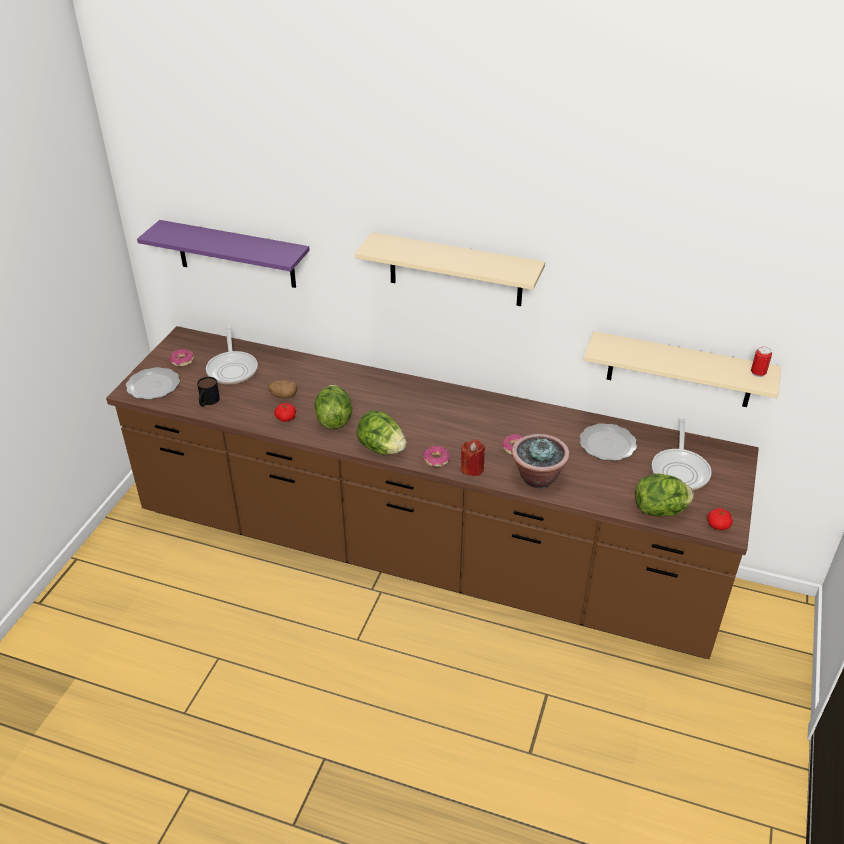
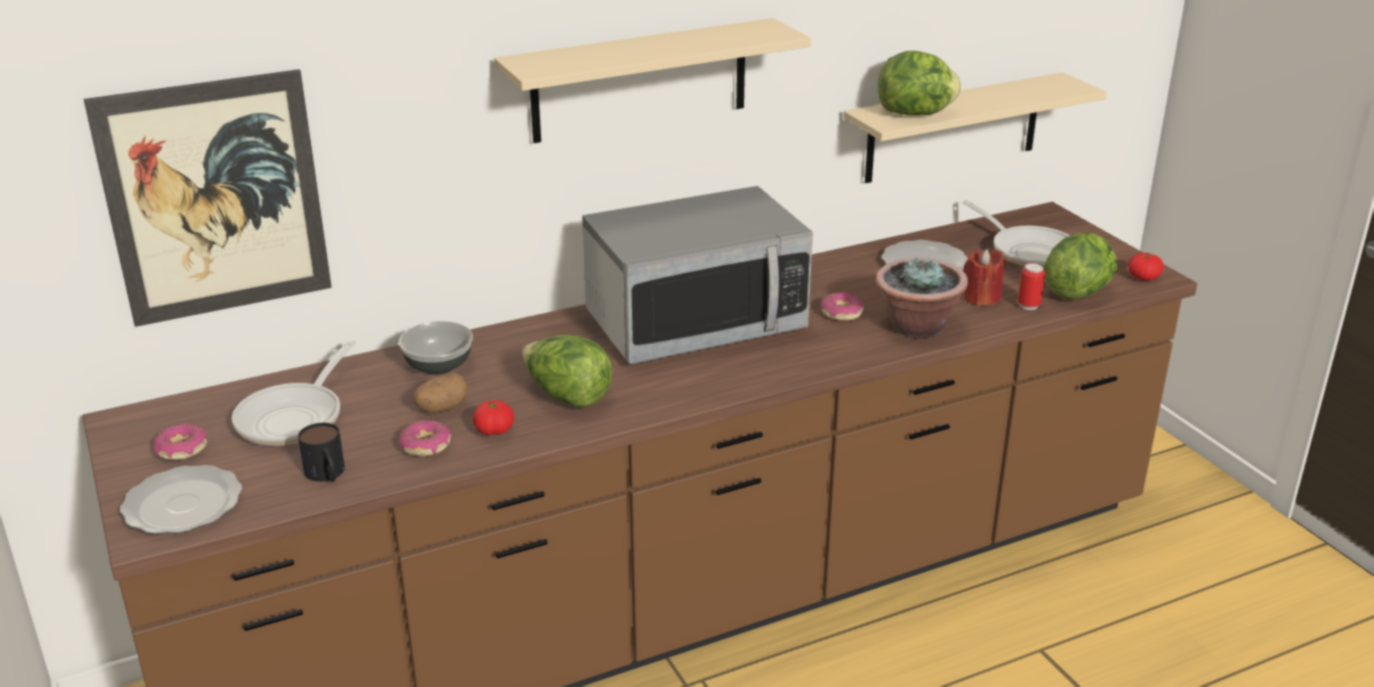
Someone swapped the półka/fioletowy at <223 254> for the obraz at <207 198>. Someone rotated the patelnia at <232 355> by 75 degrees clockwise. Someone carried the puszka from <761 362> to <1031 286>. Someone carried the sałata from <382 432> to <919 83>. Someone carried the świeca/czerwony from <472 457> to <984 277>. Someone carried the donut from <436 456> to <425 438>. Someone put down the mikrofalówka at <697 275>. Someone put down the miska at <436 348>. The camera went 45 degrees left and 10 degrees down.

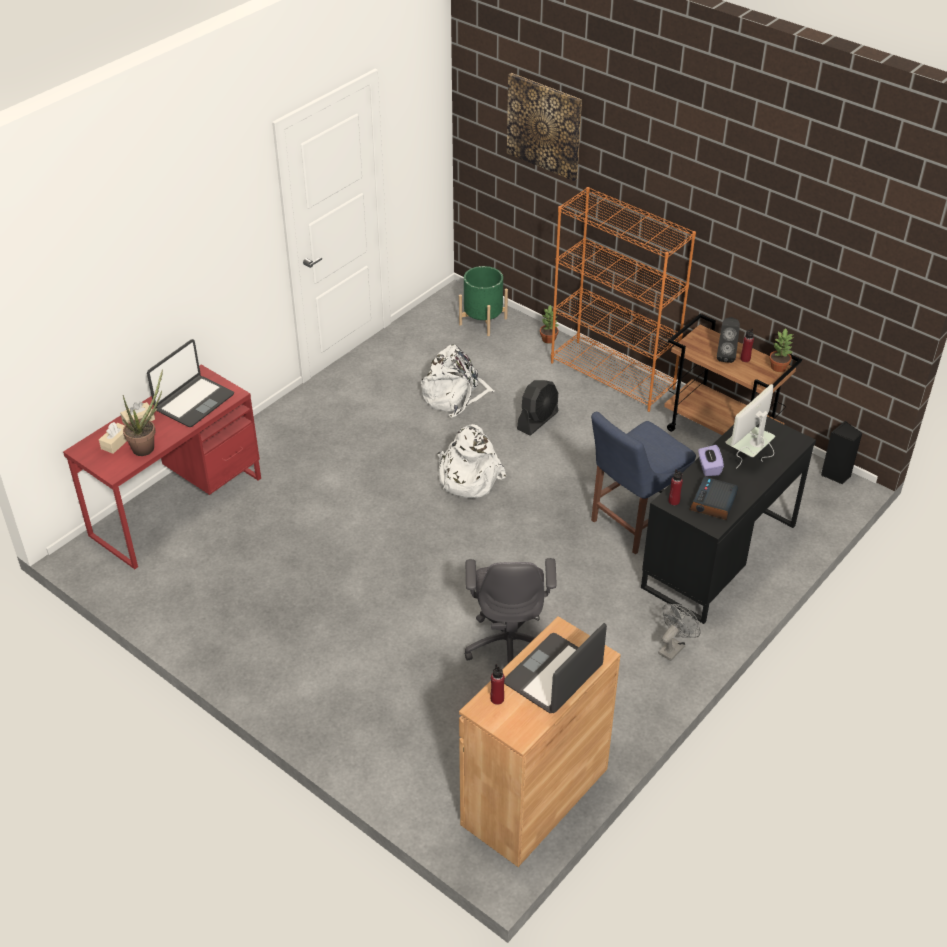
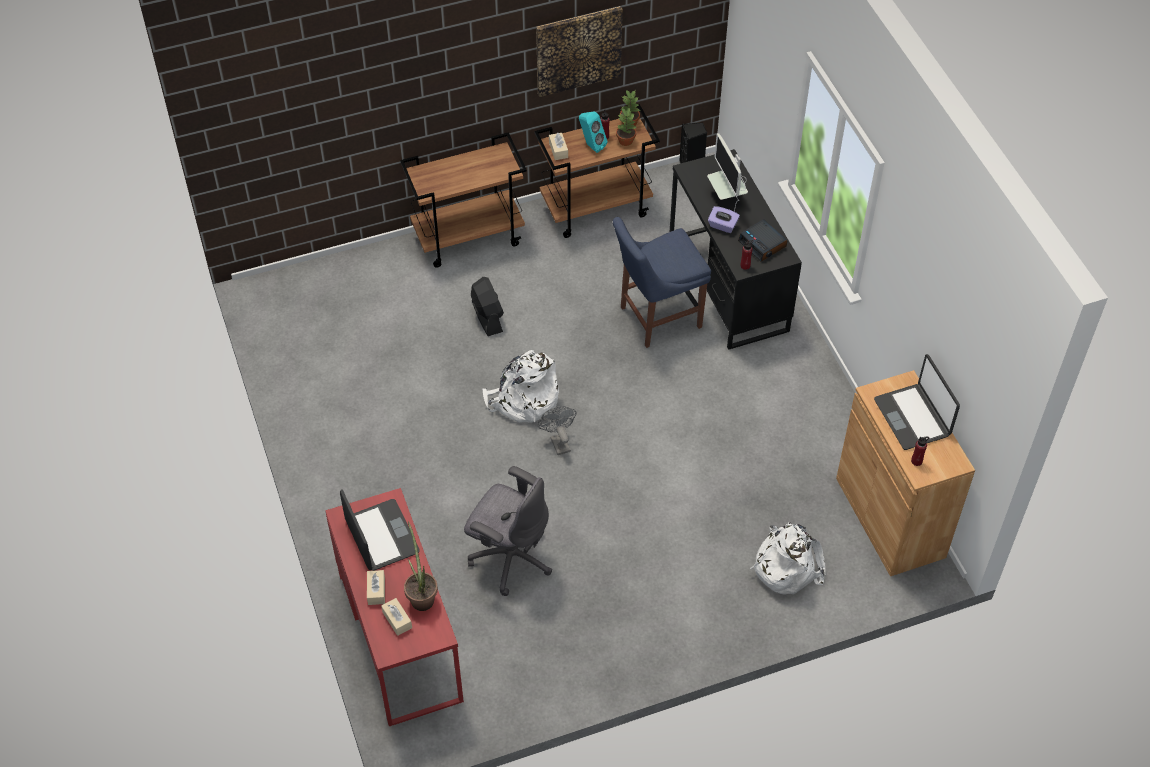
Someone carried the obraz from <544 127> to <579 51>. Someone swapped the regał/pomarańczowy at <623 299> for the wózek/brązowy at <463 200>. Someone took away the donica/zielony at <483 301>. Someone carried the roślina doniczkowa from <549 324> to <626 127>. Someone repainted the głośnik/czarny at <728 340>, which became the głośnik/turkusowy at <593 132>. Someone carried the plecak/biały from <457 381> to <787 558>. Someone rotated the krzesło/niebieski at <643 483> by 75 degrees clockwise. Someone carried the krzesło biurowe/szary from <510 611> to <508 531>. Someone carried the wentylator/szary from <679 632> to <557 430>. Someone put down the pudełko chusteczek/beżowy at <558 146>. The camera went 60 degrees left and 10 degrees up.

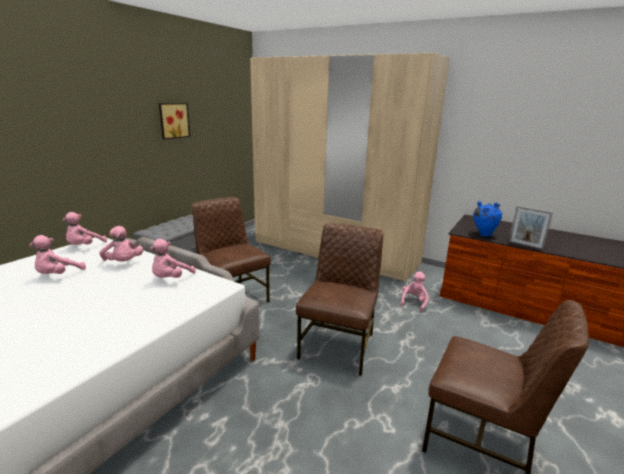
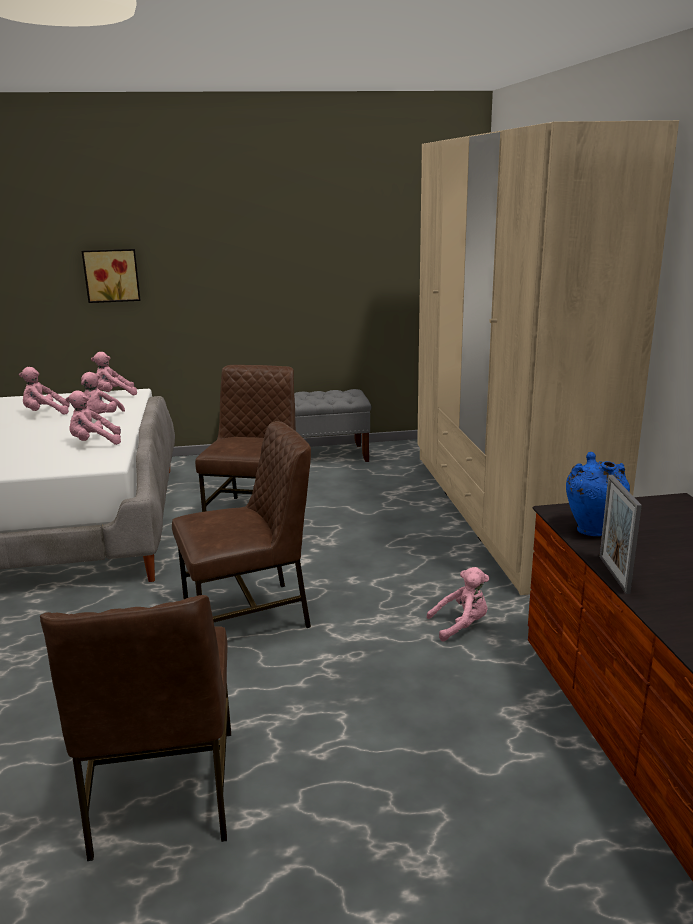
Someone carried the obraz from <174 121> to <111 276>. The camera went 50 degrees right and 0 degrees up.

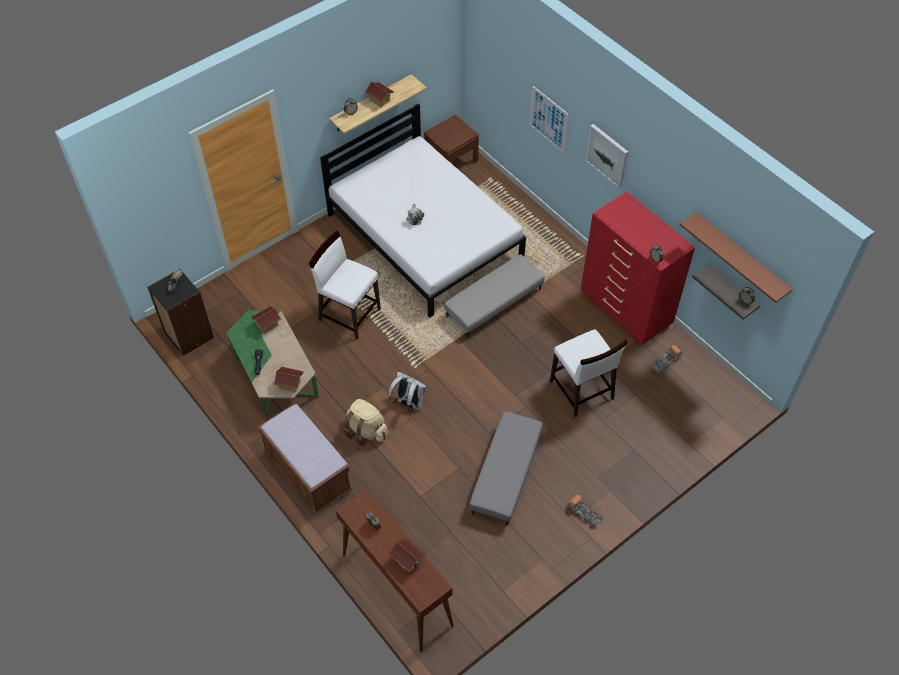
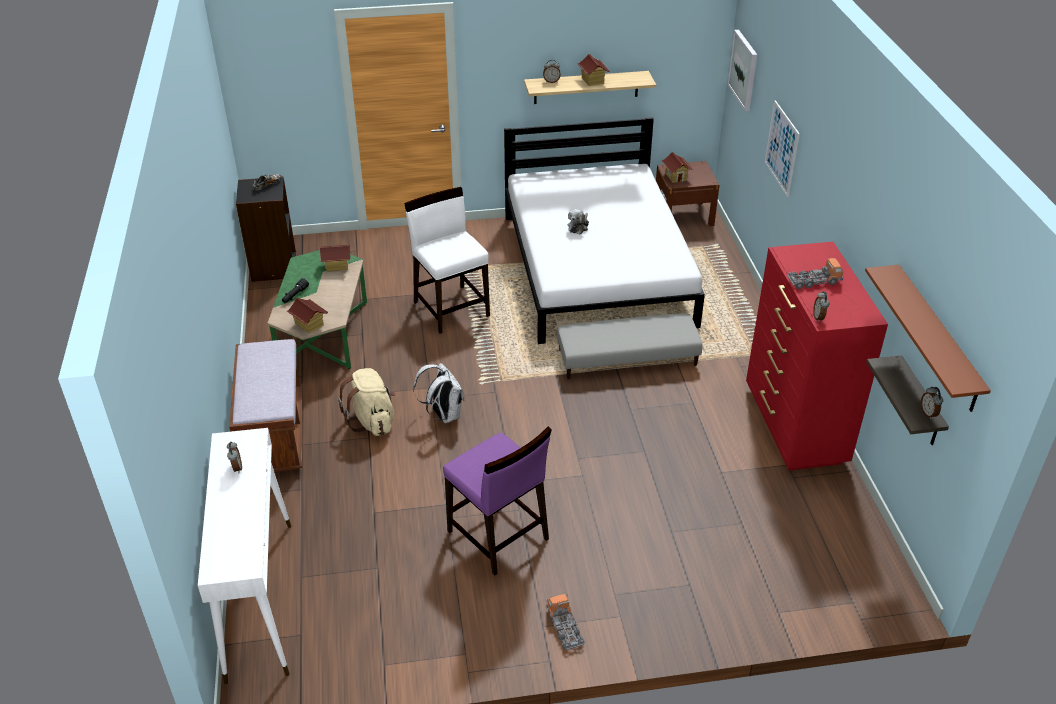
Someone carried the obraz from <606 156> to <742 70>. Someone took away the krzesło/biały at <589 373>. Someone carried the ciężarówka zabawkowa from <666 358> to <815 273>. Someone swapped the pufa/szary at <506 468> for the krzesło/fioletowy at <497 501>. Someone repainted the stolik konsolowy/brązowy at <395 570>, which became the stolik konsolowy/biały at <244 556>. Someone carried the domek from <408 555> to <677 167>. The camera went 30 degrees right and 15 degrees down.

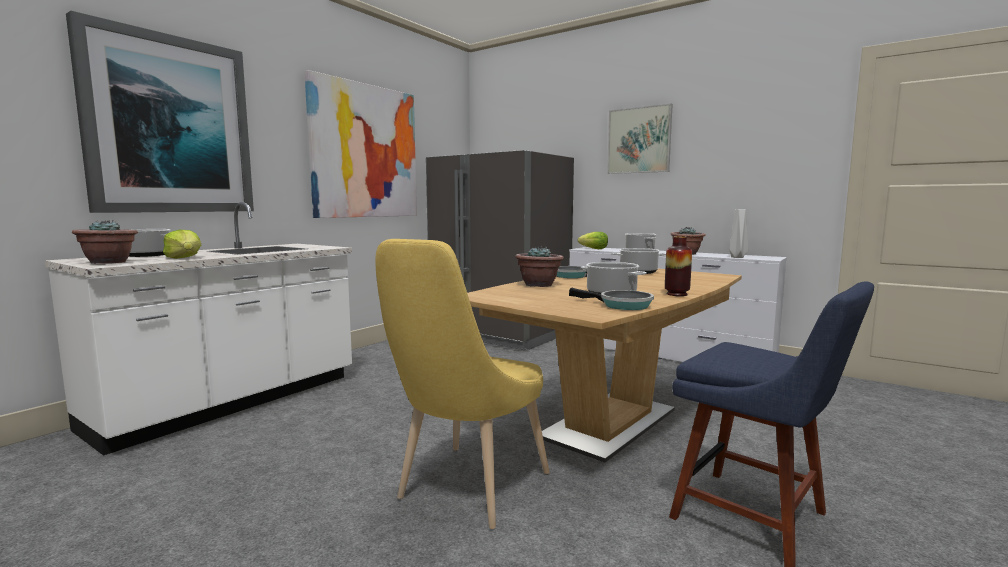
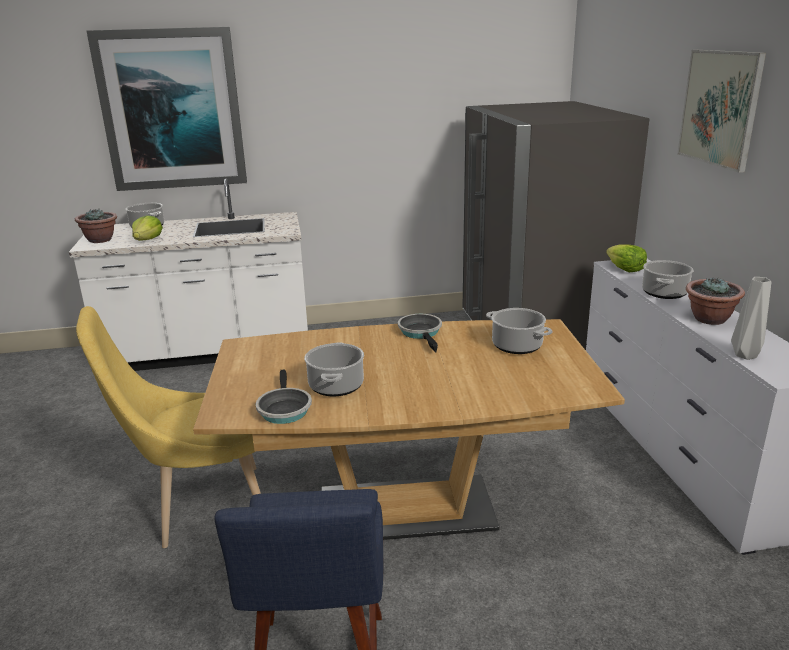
Someone took away the obraz at <360 144>. Someone took away the wazon at <678 266>. Someone took away the roślina doniczkowa at <539 266>. The camera went 45 degrees right and 15 degrees up.

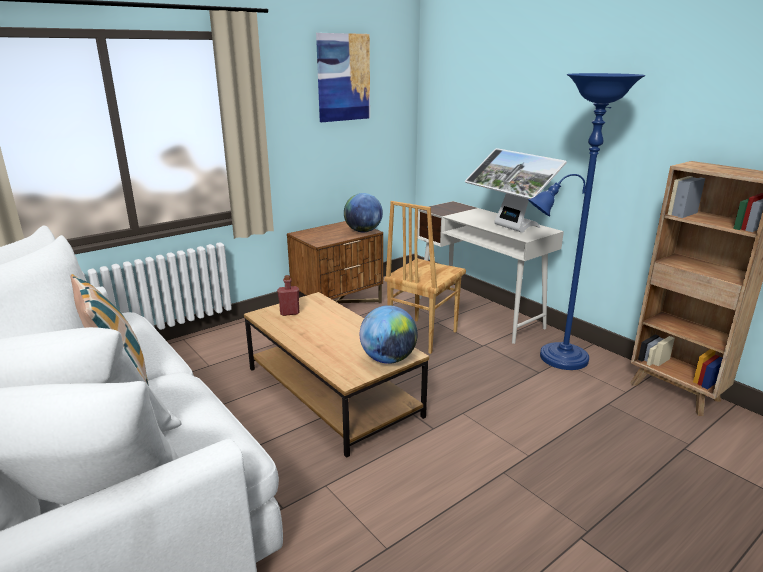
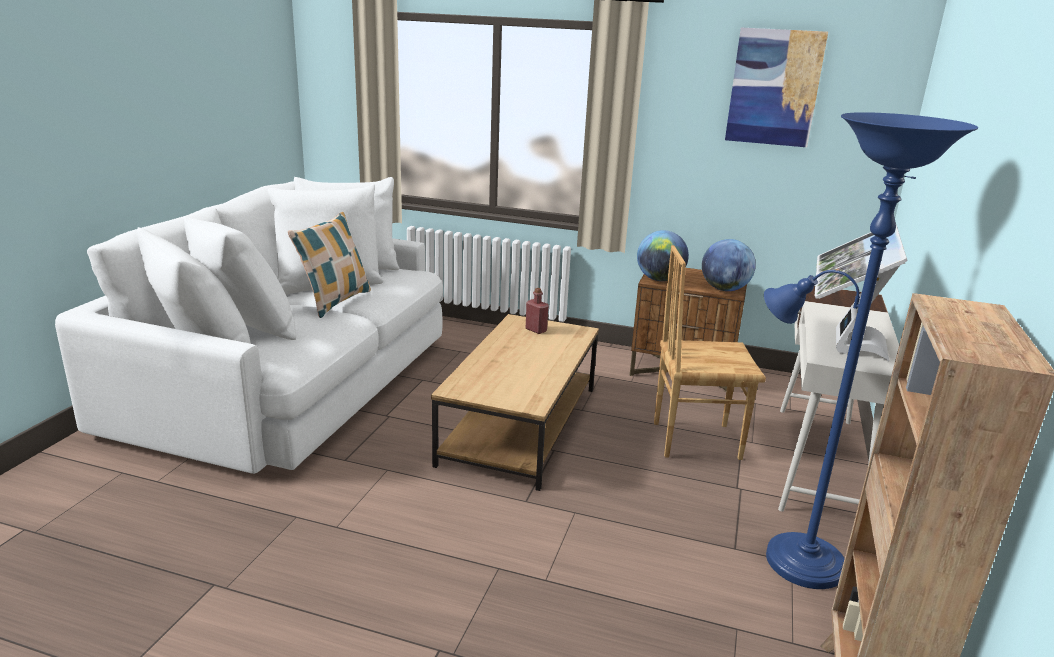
Someone carried the globus from <389 334> to <663 255>. The camera went 55 degrees right and 0 degrees up.

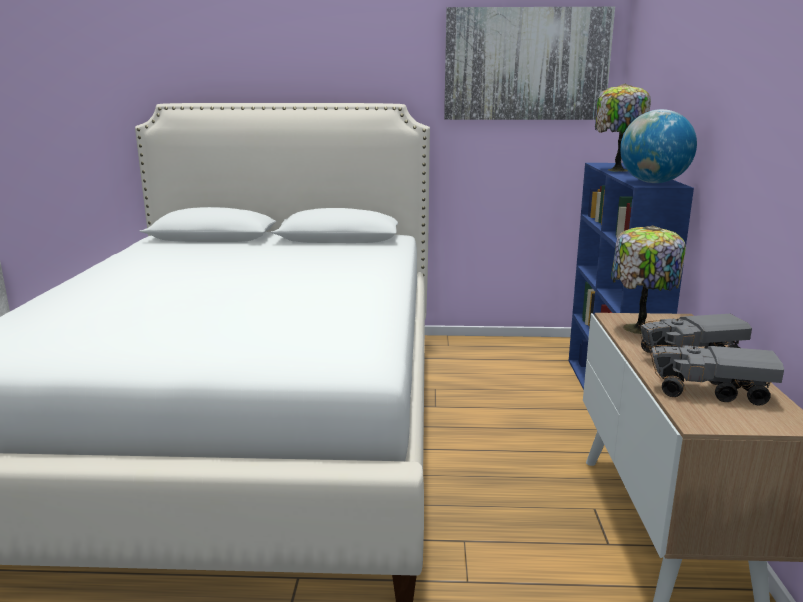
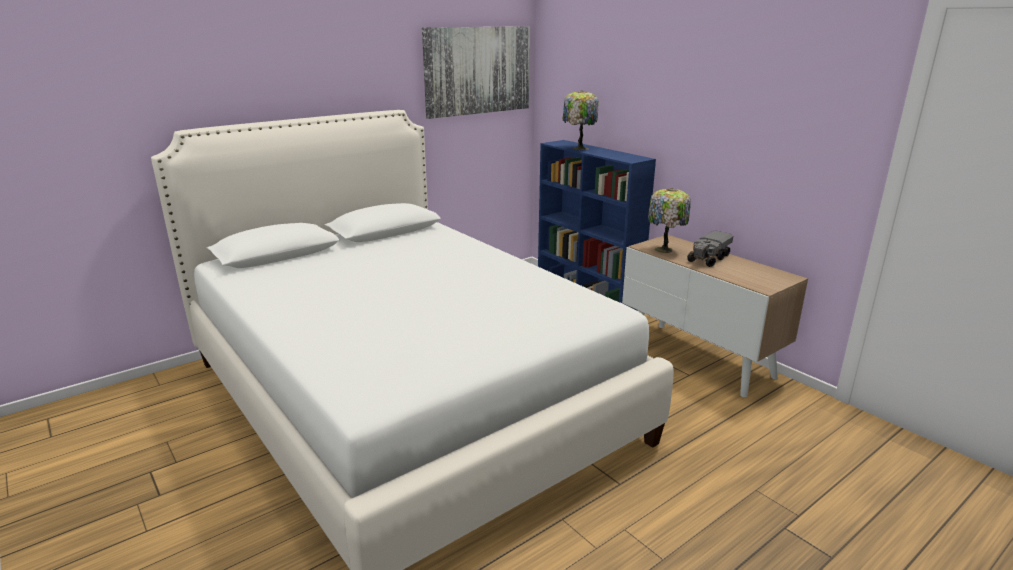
Someone took away the globus at <658 146>. Someone took away the ciężarówka zabawkowa at <716 374>. The camera went 40 degrees left and 5 degrees up.

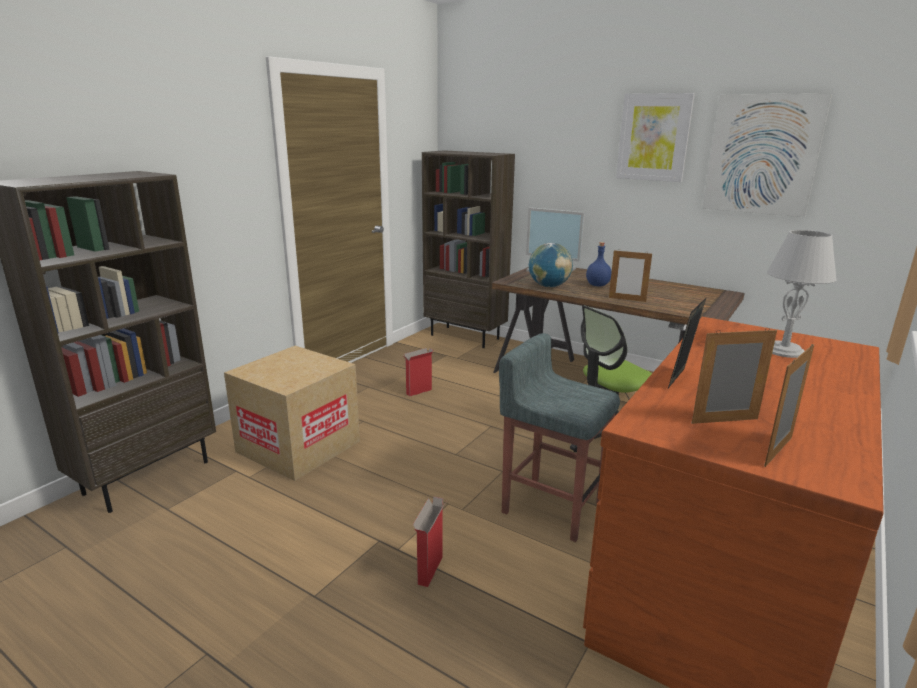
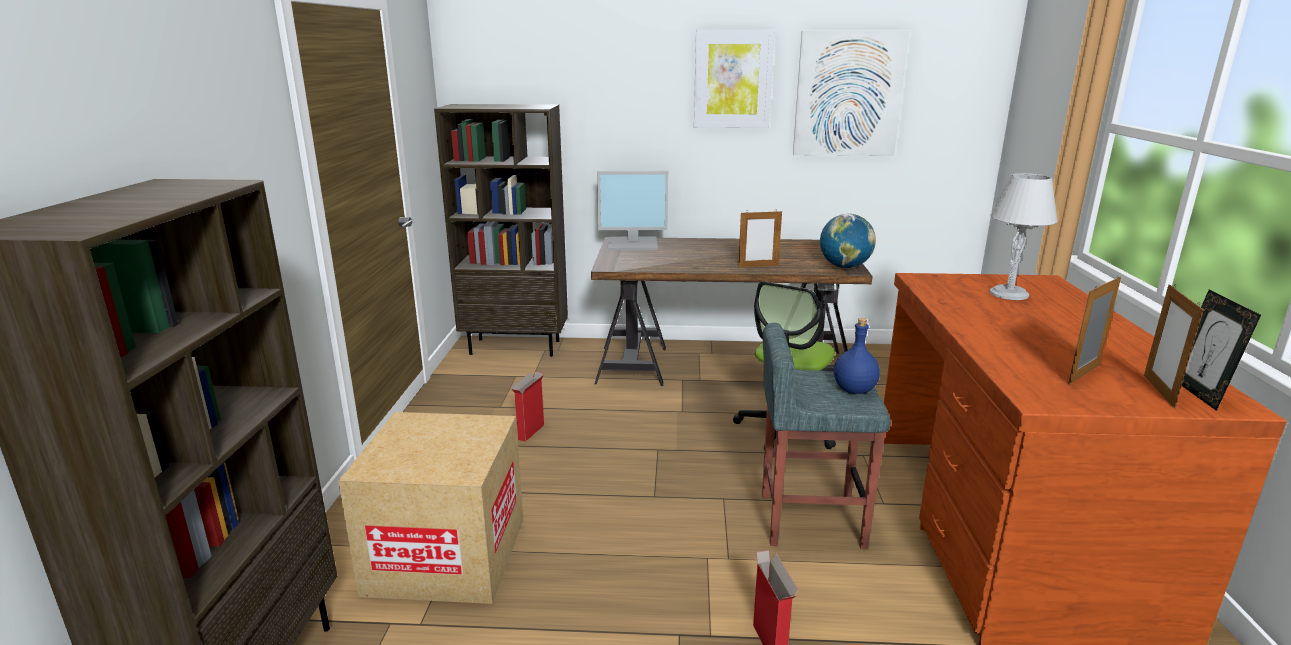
Someone carried the butelka/niebieski from <599 264> to <857 356>. Someone carried the globus from <551 265> to <848 241>. Someone carried the ramka na zdjęcie from <687 342> to <1221 350>. The camera went 30 degrees left and 0 degrees up.

